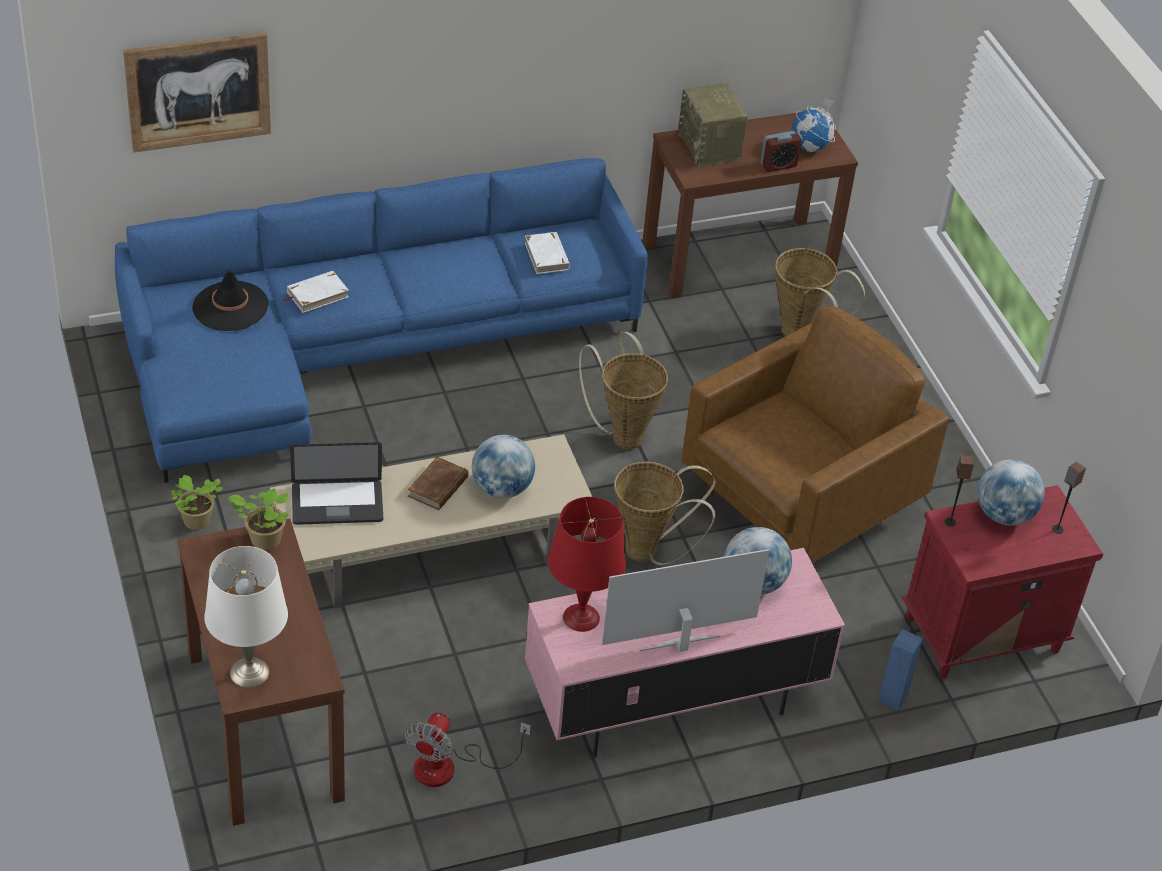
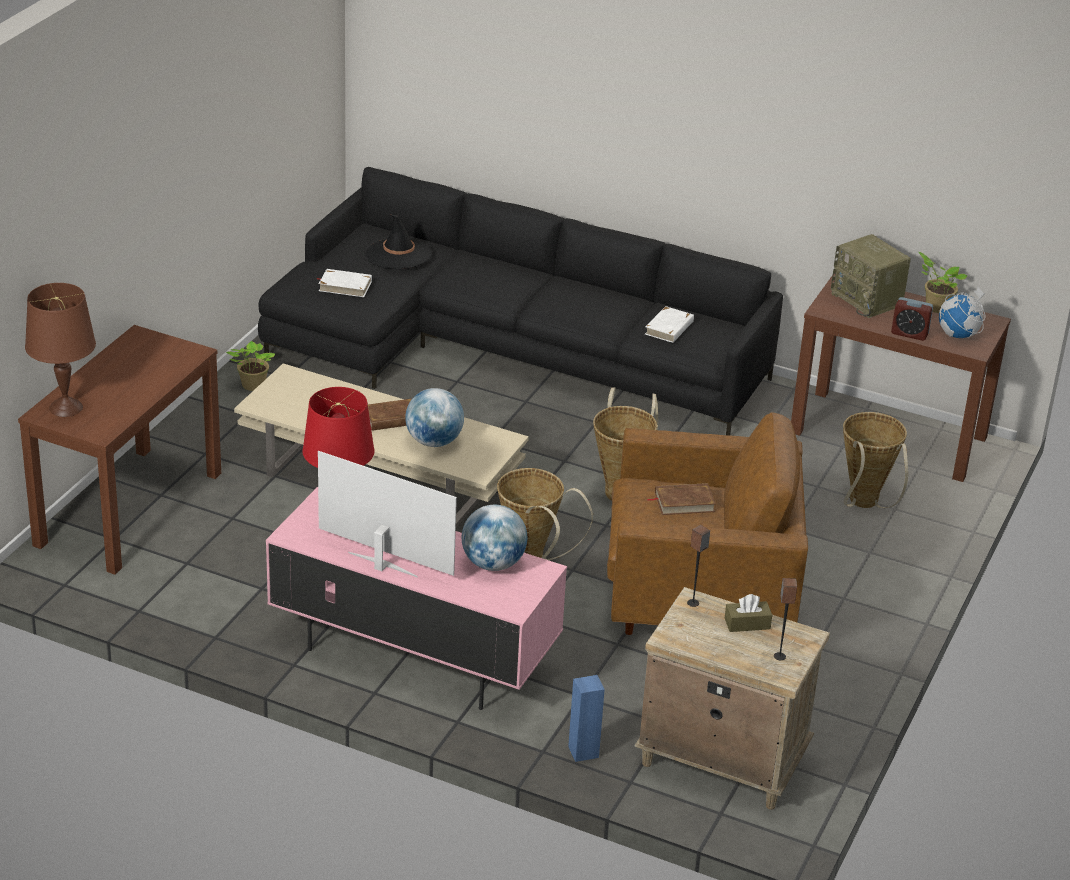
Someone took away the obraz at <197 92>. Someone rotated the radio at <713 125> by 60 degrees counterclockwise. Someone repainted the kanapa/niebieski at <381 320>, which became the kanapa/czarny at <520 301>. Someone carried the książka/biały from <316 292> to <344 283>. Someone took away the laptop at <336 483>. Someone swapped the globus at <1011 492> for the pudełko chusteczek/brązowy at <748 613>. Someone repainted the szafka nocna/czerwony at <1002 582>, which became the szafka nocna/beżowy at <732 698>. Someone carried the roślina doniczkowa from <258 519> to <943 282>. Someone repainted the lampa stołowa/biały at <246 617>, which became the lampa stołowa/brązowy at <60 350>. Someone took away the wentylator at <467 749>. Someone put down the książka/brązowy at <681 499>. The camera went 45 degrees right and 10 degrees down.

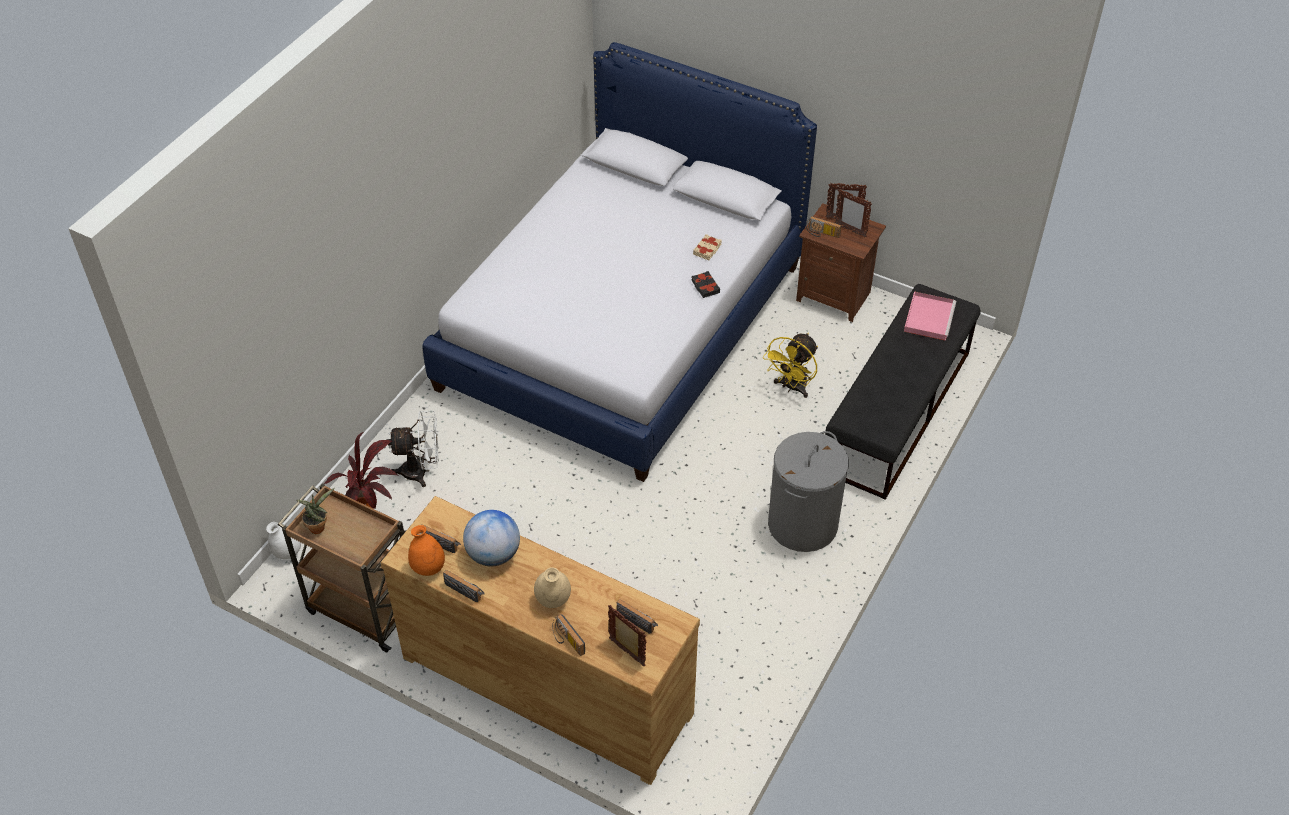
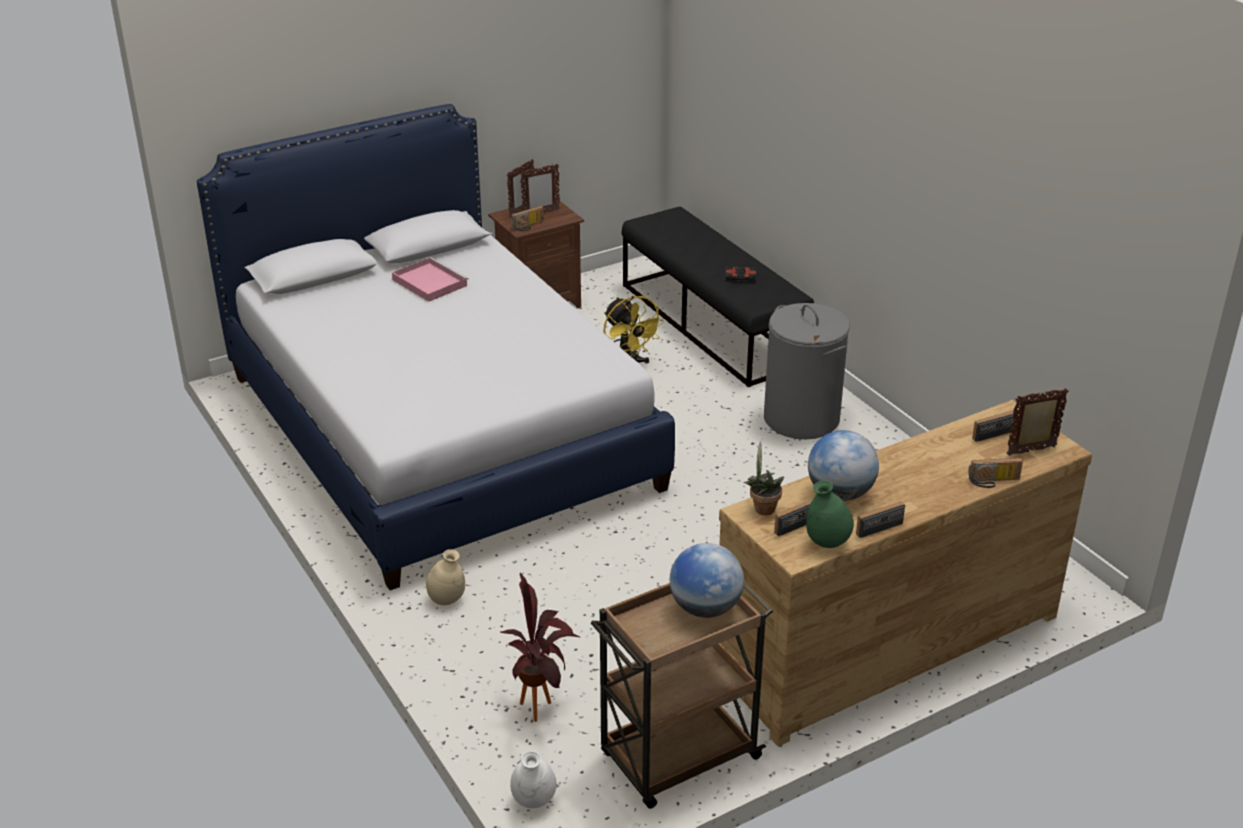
Someone took away the książka/beżowy at <707 247>. Someone carried the książka/czarny from <706 284> to <741 274>. Someone carried the taca/różowy from <930 316> to <430 279>. Someone took away the wentylator/biały at <413 449>. Someone carried the roślina doniczkowa from <315 511> to <764 478>. Someone repainted the wazon/pomarańczowy at <426 550>, which became the wazon/zielony at <830 514>. Someone carried the wazon/beżowy from <552 588> to <445 577>. Someone put down the globus at <707 580>. The camera went 60 degrees left and 15 degrees down.

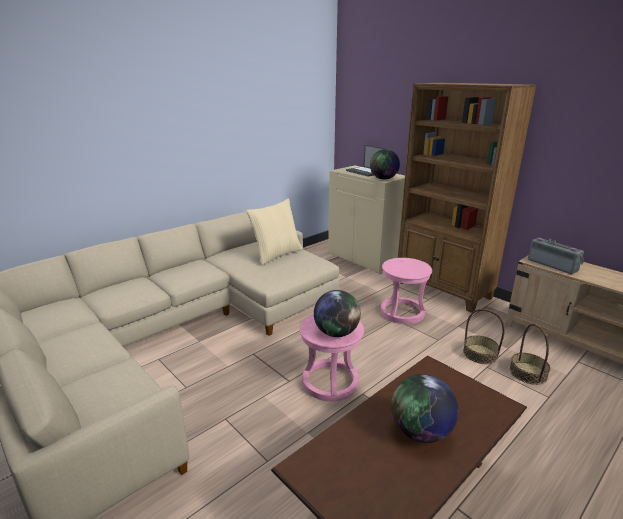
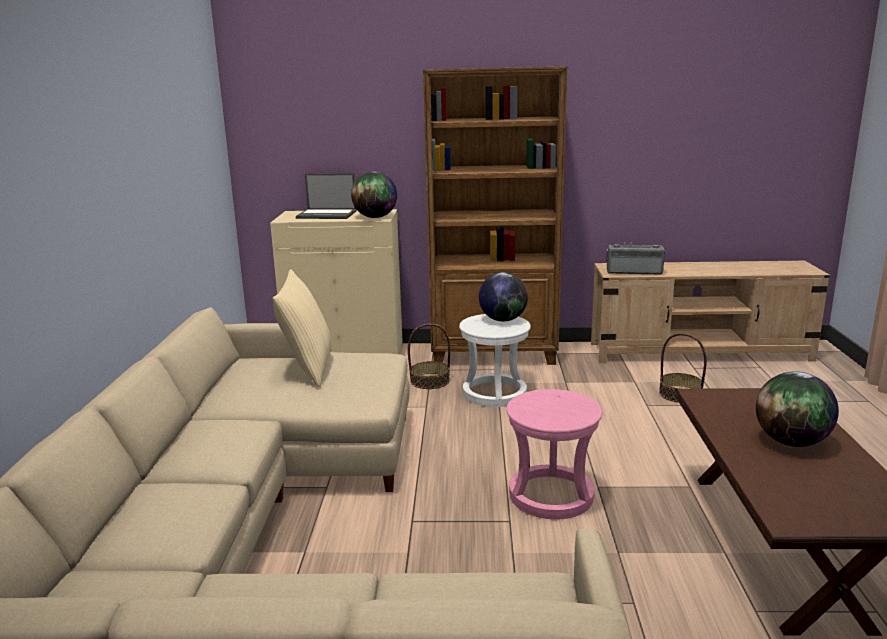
Someone repainted the stołek/różowy at <406 291>, which became the stołek/biały at <495 360>. Someone carried the globus from <337 313> to <503 296>. Someone carried the koszyk from <484 336> to <429 356>. The camera went 45 degrees left and 5 degrees down.

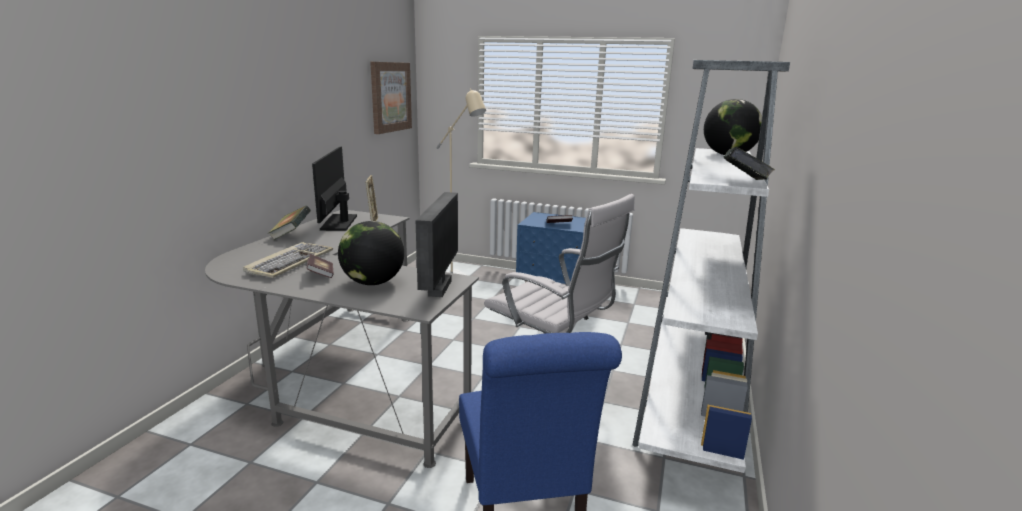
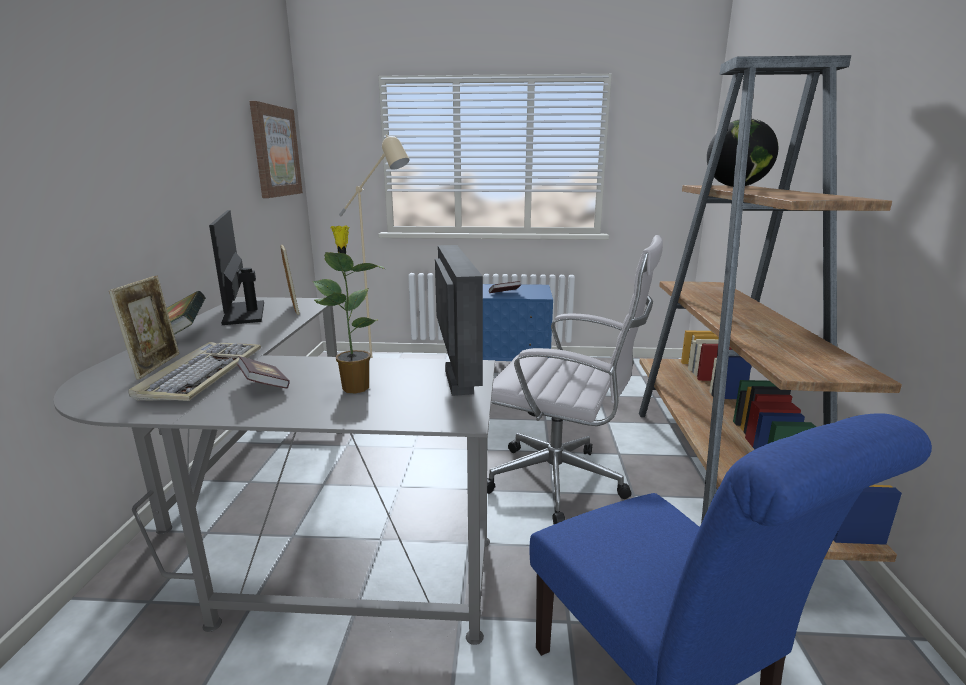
Someone repainted the regał/biały at <711 266>, which became the regał/brązowy at <770 308>. Someone took away the książka at <749 163>. Someone swapped the globus at <371 253> for the roślina doniczkowa at <349 309>. Someone put down the ramka na zdjęcie at <144 328>. The camera went 15 degrees left and 0 degrees up.

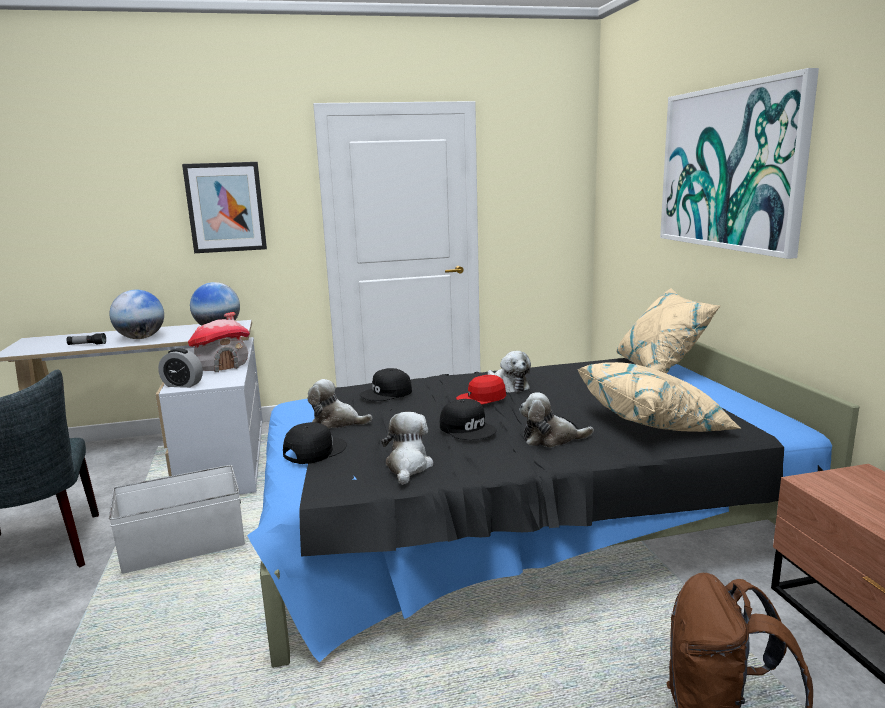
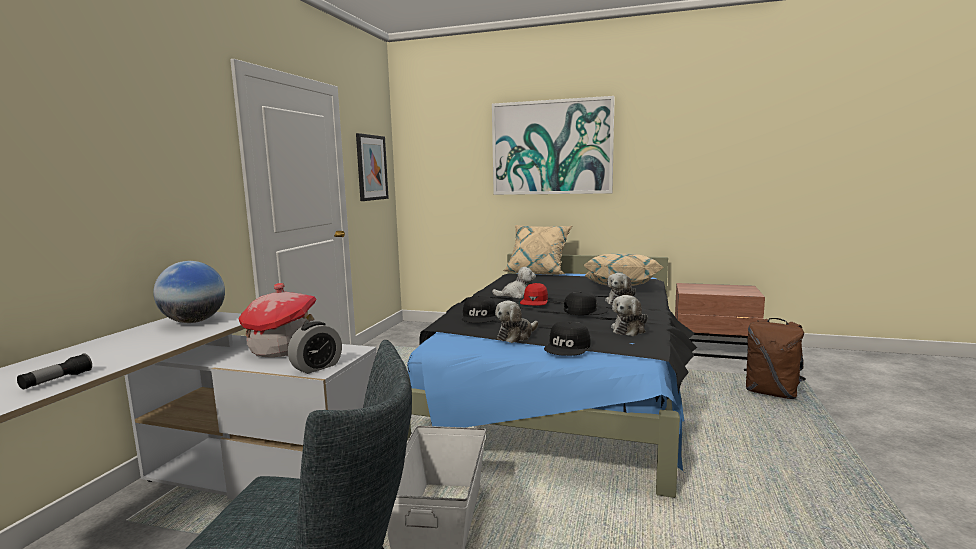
Someone carried the obraz from <224 207> to <372 167>. Someone took away the globus at <136 314>. Someone rotated the pluszak at <407 448> by 90 degrees counterclockwise. Someone rotated the czapka z daszkiem/czarny at <315 443> by 135 degrees counterclockwise. The camera went 60 degrees left and 5 degrees down.

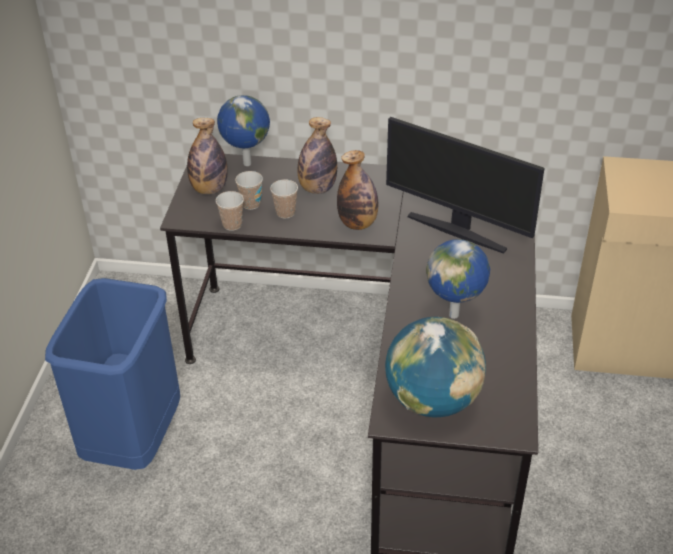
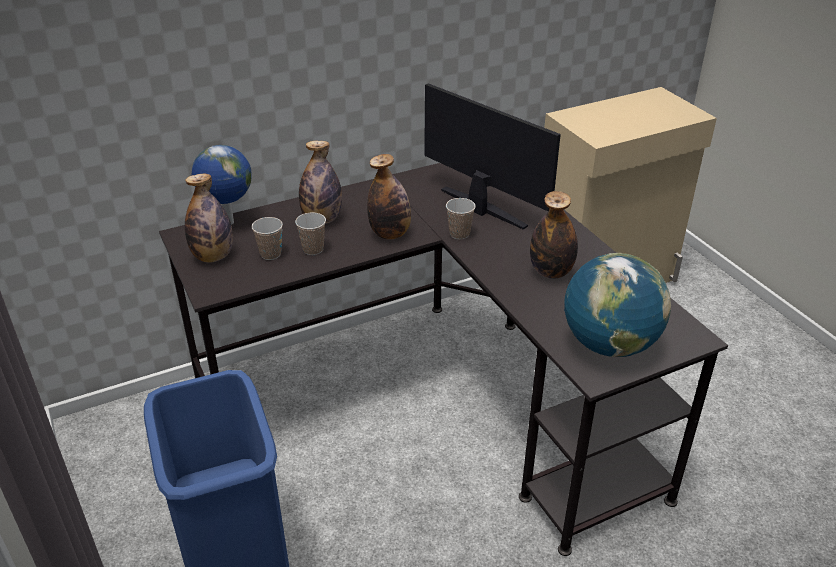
Someone rotated the monitor at <465 185> by 135 degrees counterclockwise. Someone carried the filiżanka from <230 211> to <461 219>. Someone swapped the globus at <458 279> for the butelka at <554 235>. The camera went 35 degrees left and 5 degrees down.

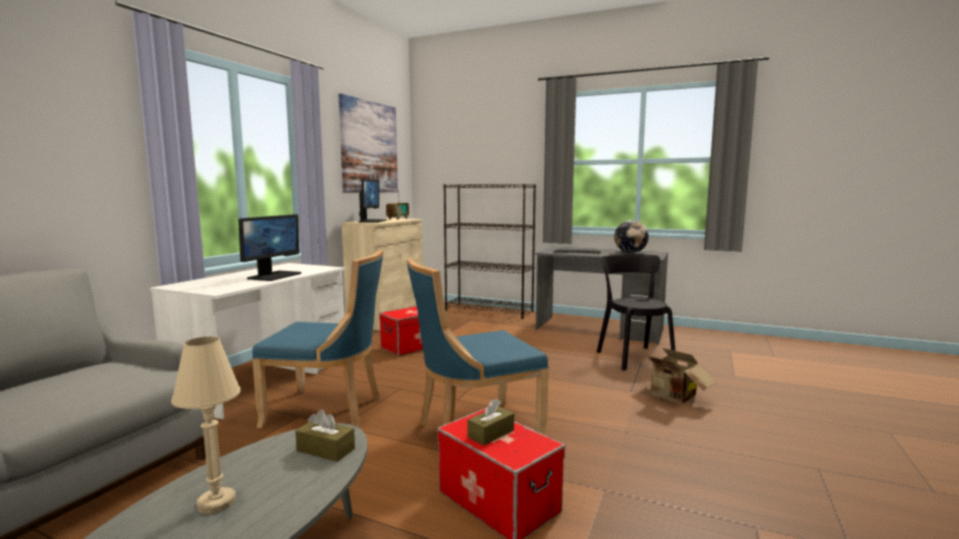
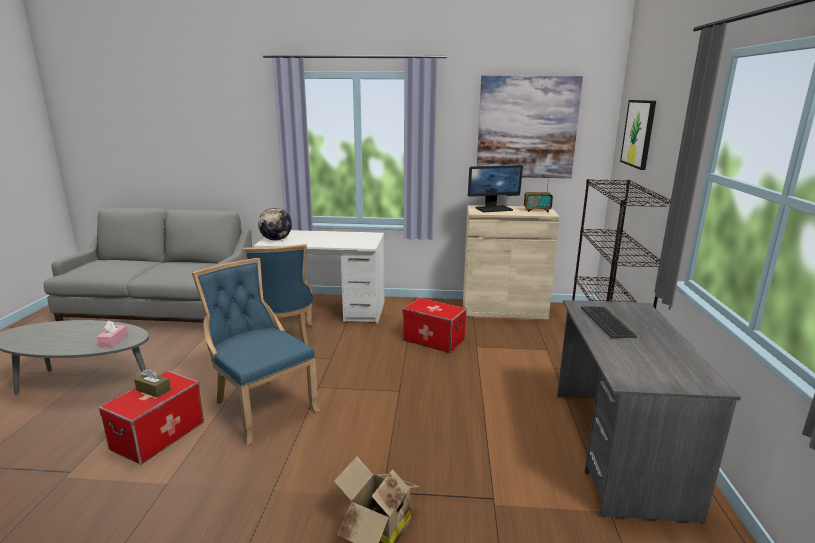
Someone took away the monitor at <269 247>. Someone carried the globus from <631 236> to <275 224>. Someone took away the krzesło/czarny at <636 313>. Someone took away the lampa stołowa/beżowy at <206 425>. Someone repainted the pudełko chusteczek/brązowy at <325 435>, which became the pudełko chusteczek/różowy at <112 334>. Someone put up the obraz at <638 135>. The camera went 70 degrees right and 10 degrees up.

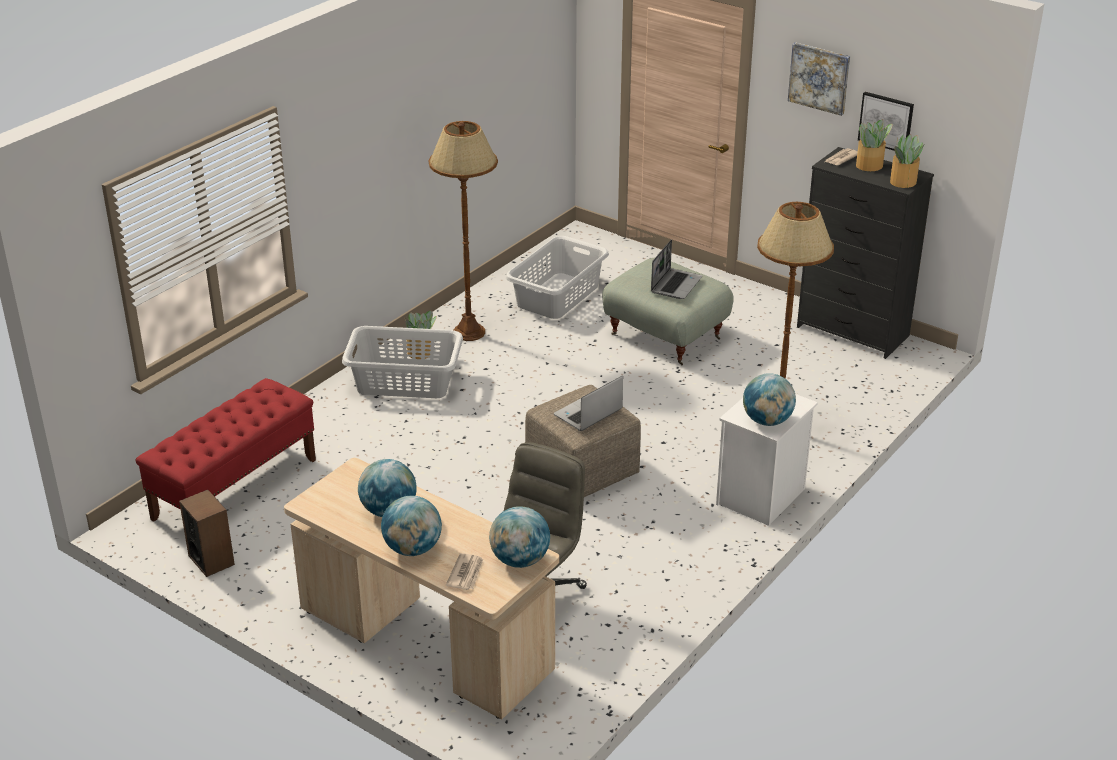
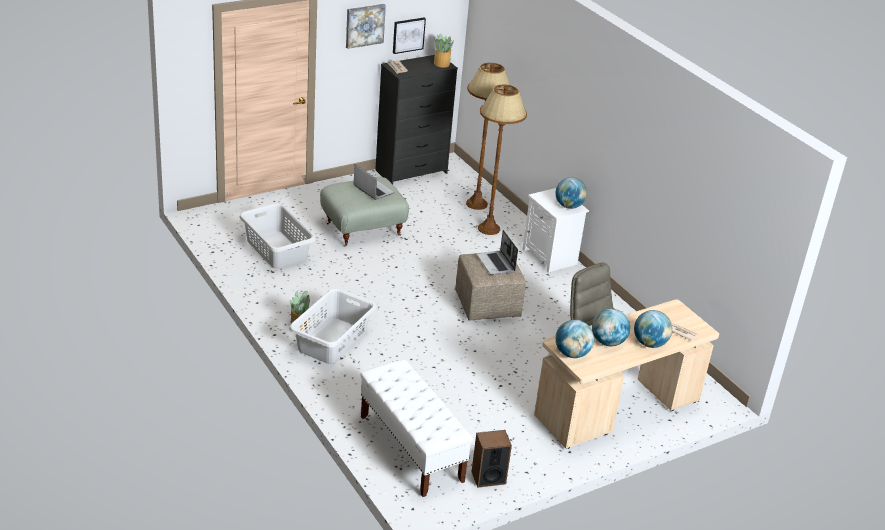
Someone took away the roślina doniczkowa at <874 145>. Someone carried the lampa stojąca/brązowy from <463 231> to <488 136>. Someone repainted the ławka/czerwony at <226 450>, which became the ławka/biały at <416 428>. Someone carried the globus from <519 537> to <574 339>. The camera went 70 degrees left and 0 degrees up.

